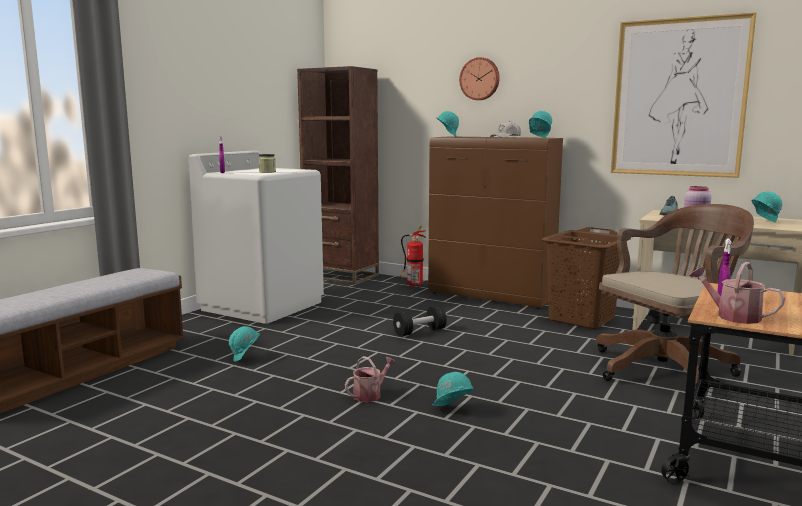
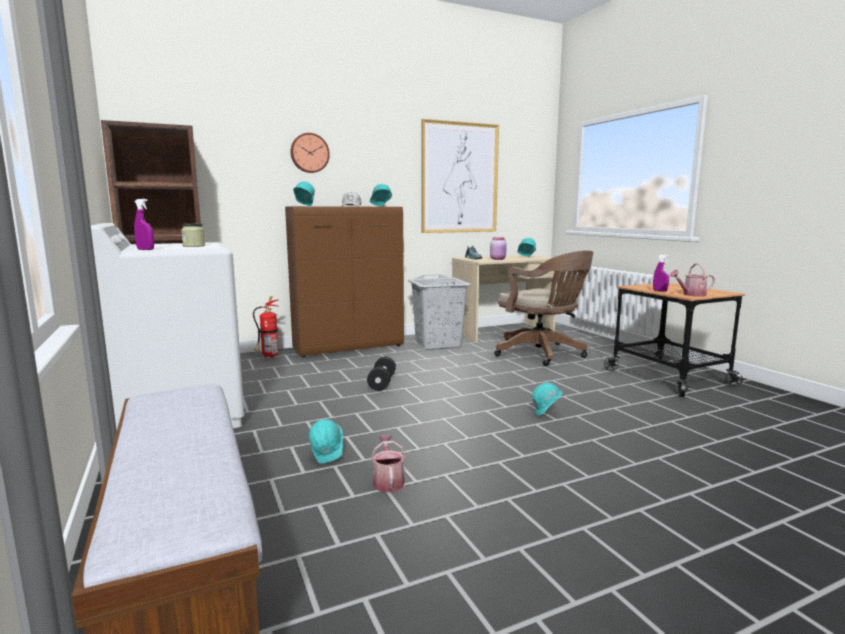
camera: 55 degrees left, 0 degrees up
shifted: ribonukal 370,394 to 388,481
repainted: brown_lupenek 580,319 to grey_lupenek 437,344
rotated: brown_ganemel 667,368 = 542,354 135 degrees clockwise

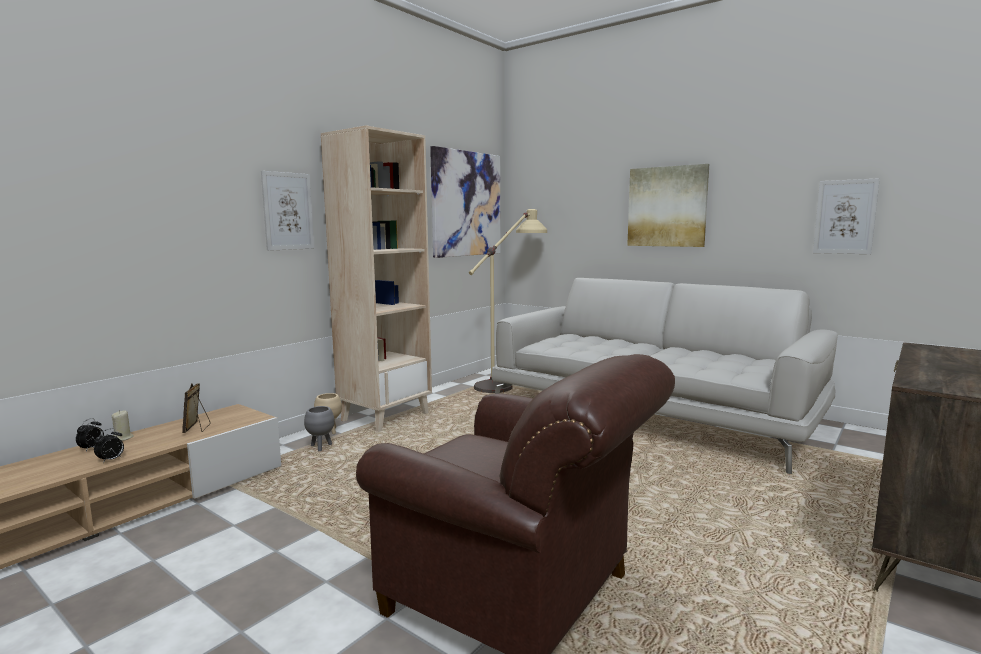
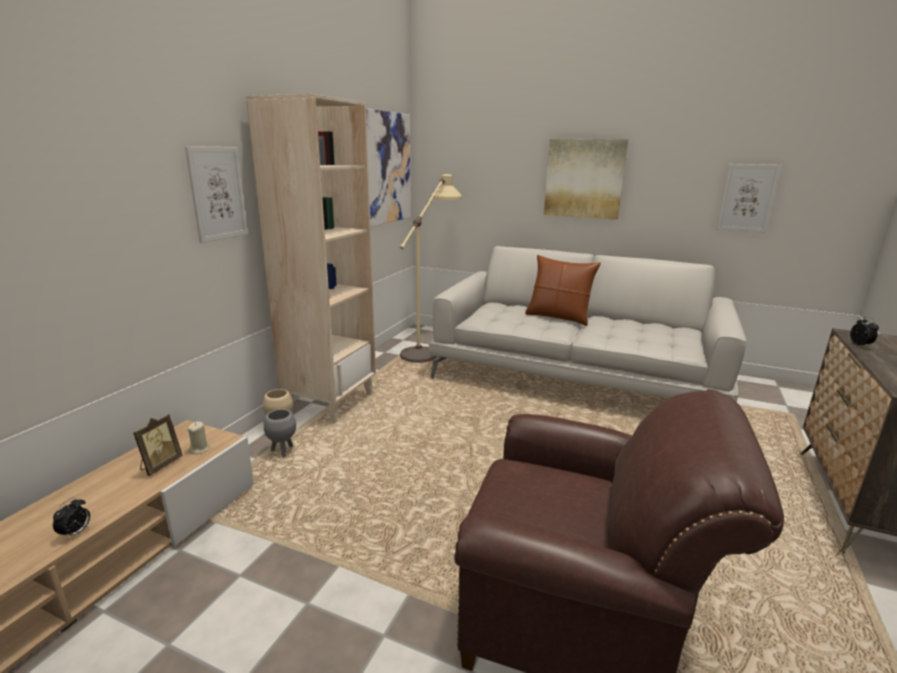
camera: 15 degrees left, 10 degrees up
new: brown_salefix 558,317
shifted: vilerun 92,448 to 860,345; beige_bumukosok 123,438 to 200,449
rotated: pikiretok 197,428 = 160,465 135 degrees counterclockwise

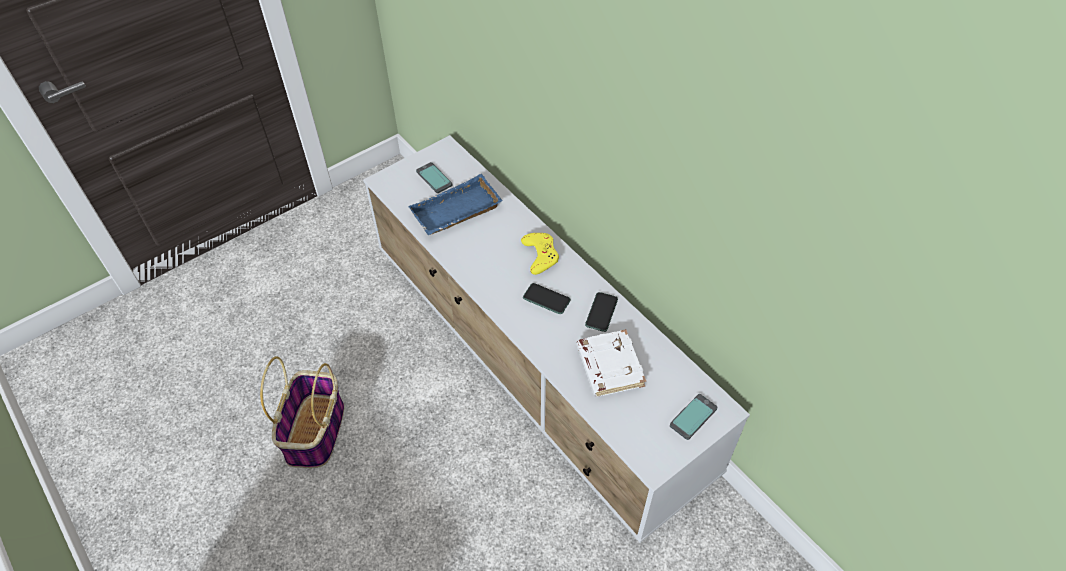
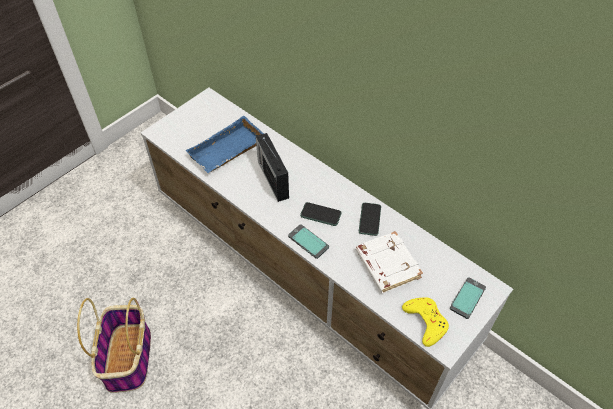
camera: 10 degrees left, 0 degrees up
new: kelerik 273,178
shifted: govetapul 434,178 to 308,242; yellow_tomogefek 540,255 to 425,321

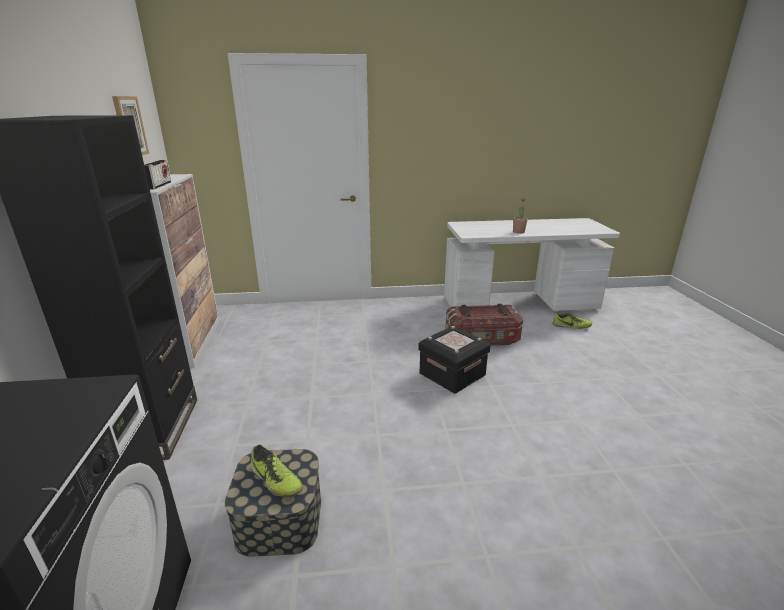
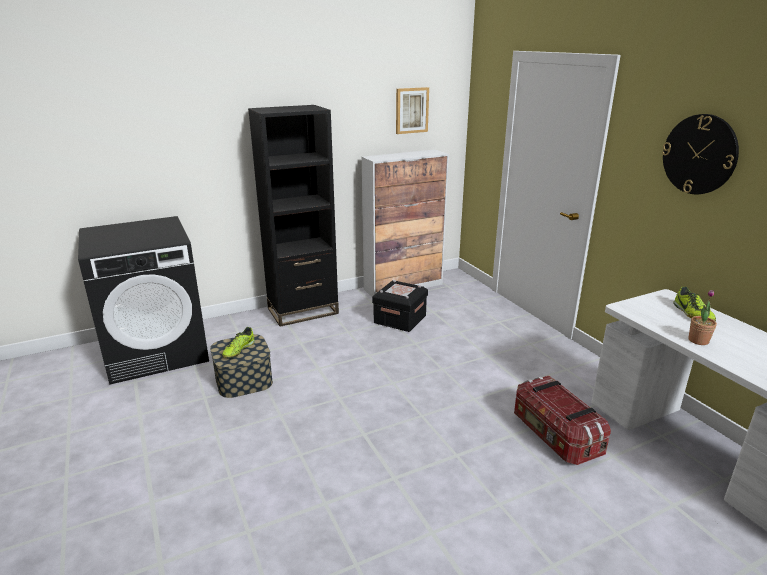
camera: 70 degrees right, 0 degrees up
gone: kelerik 159,185
new: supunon 699,154
shifted: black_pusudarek 452,374 to 400,319; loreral 571,326 to 692,314

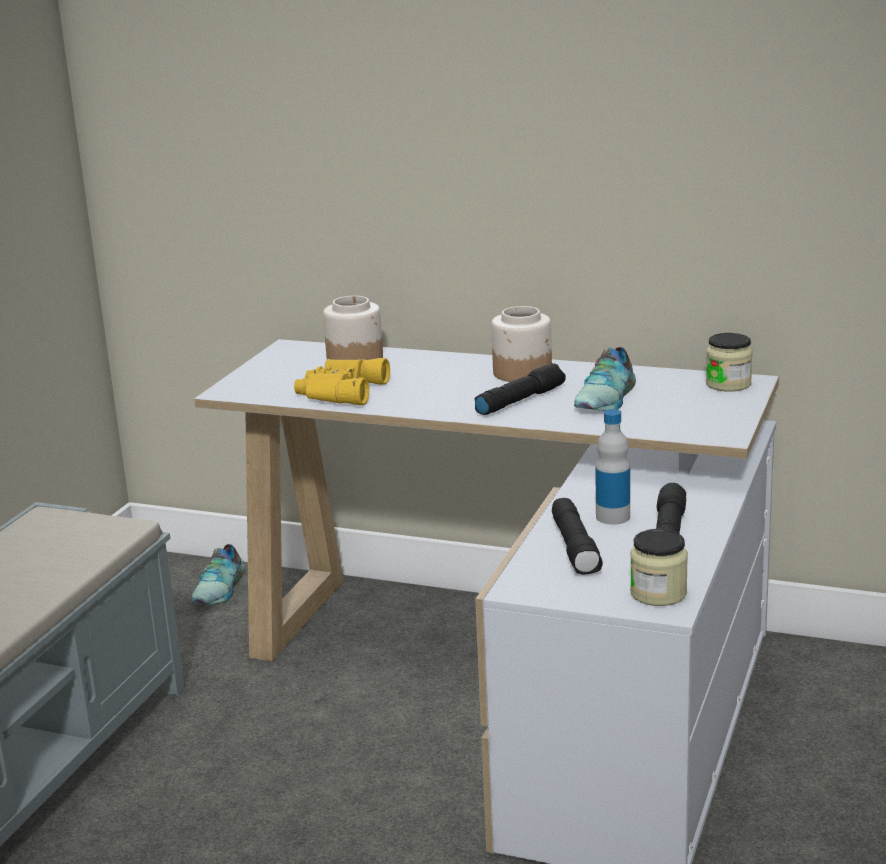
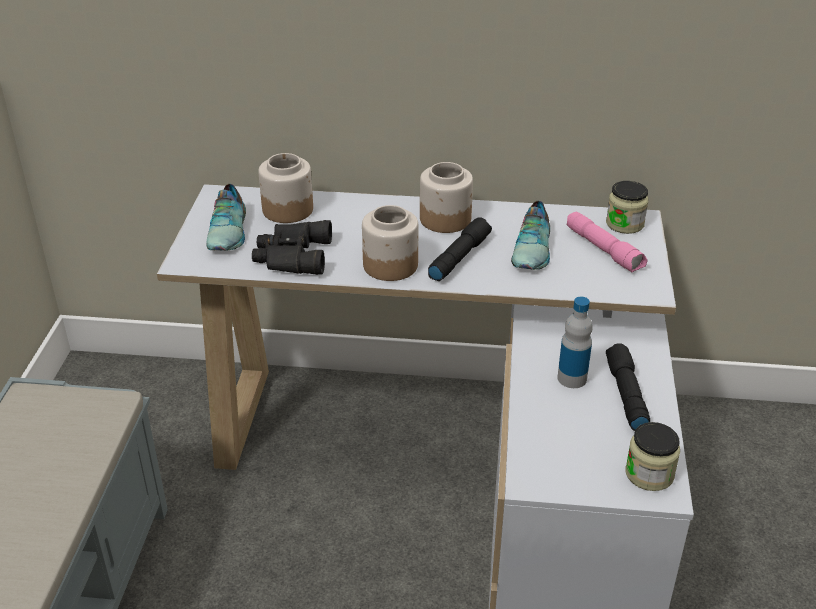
camera: 15 degrees left, 15 degrees up
gone: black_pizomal 576,548
new: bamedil 390,266; pink_pizomal 604,250
shifted: loreral 221,589 to 229,231
repainted: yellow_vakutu 339,392 to black_vakutu 291,256

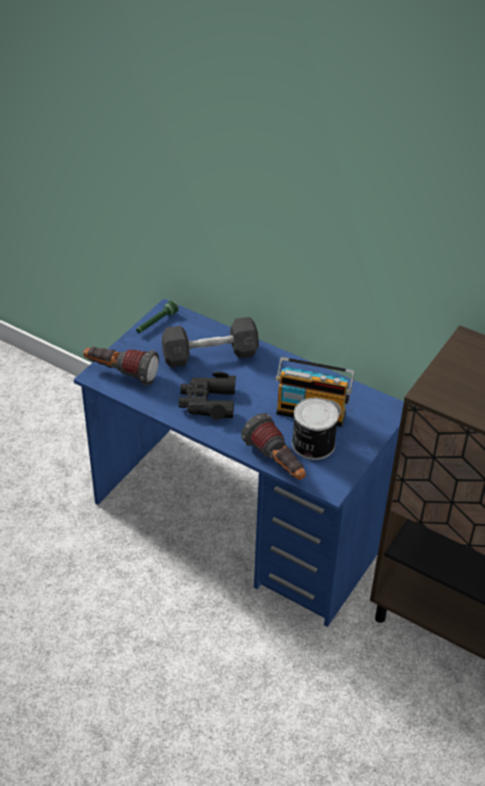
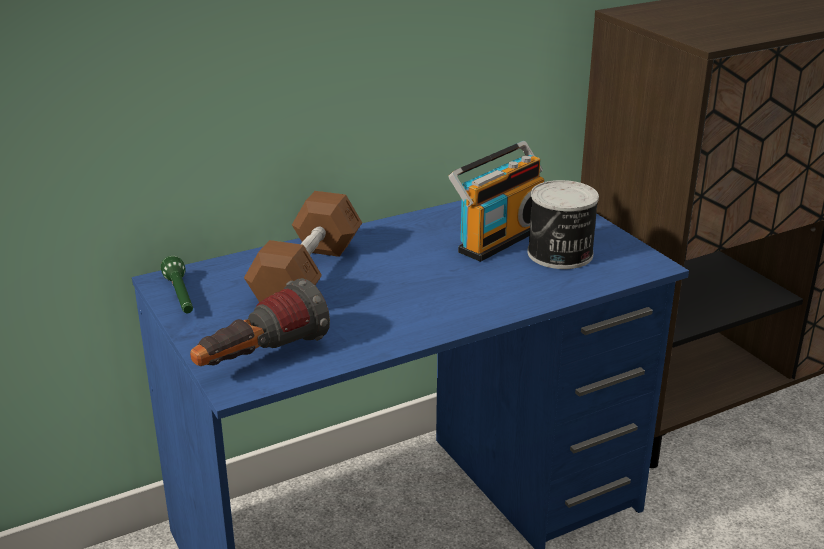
camera: 60 degrees left, 15 degrees down
gone: black_vakutu 207,403; pizomal 276,463
repainted: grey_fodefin 210,355 to brown_fodefin 307,275

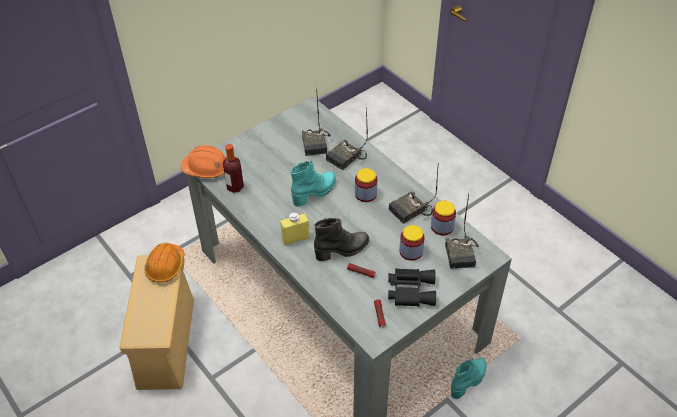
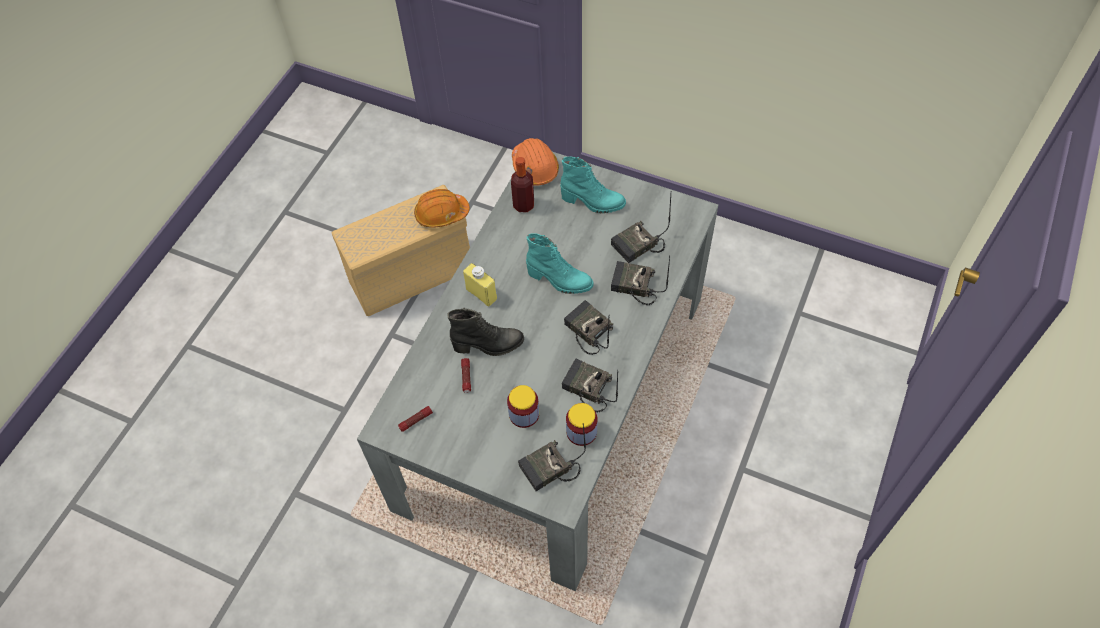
camera: 65 degrees right, 10 degrees up
gone: black_vakutu 410,290
shifted: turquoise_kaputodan 468,381 to 592,202
swapped: bamedil 365,194 to kelerik 587,330
rotated: black_kaputodan 342,250 = 488,345 45 degrees counterclockwise

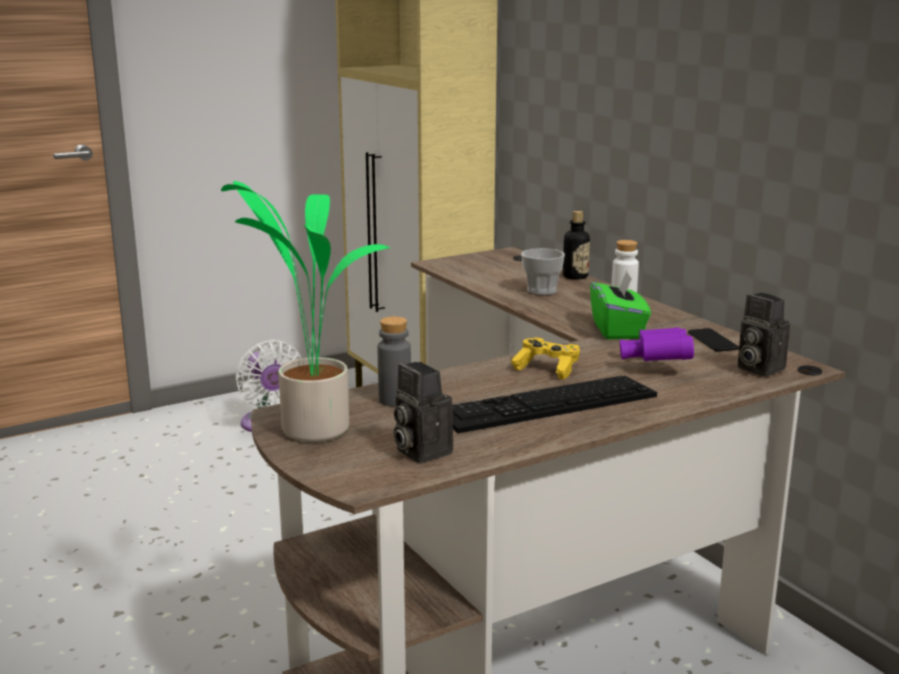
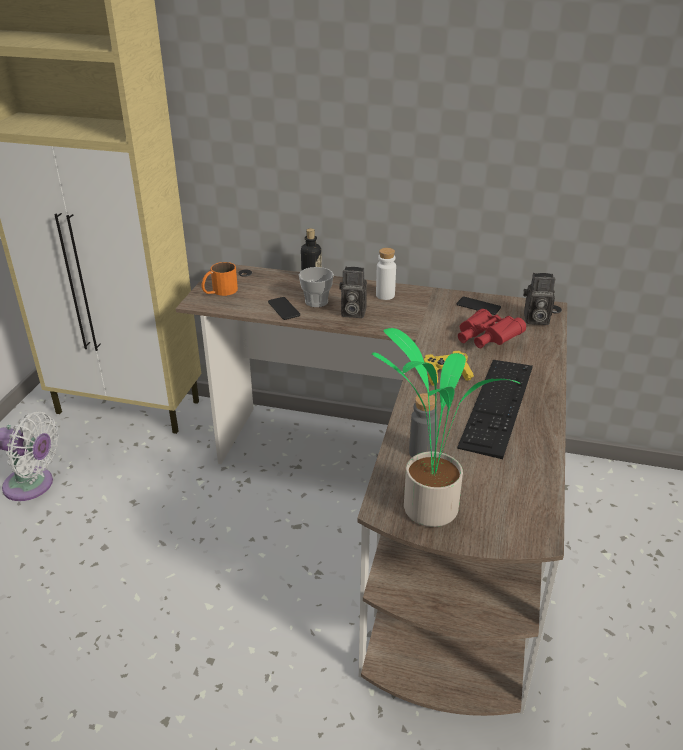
camera: 45 degrees left, 15 degrees up
gone: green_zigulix 618,330
new: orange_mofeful 219,291; govetapul 284,309
shifted: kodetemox 419,451 to 352,313
repainted: purple_vakutu 655,363 to red_vakutu 485,340

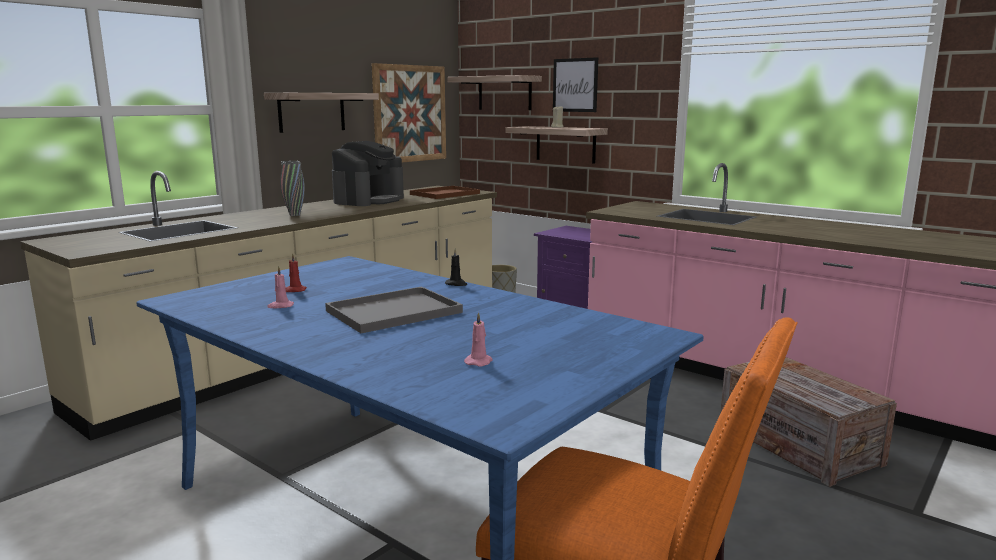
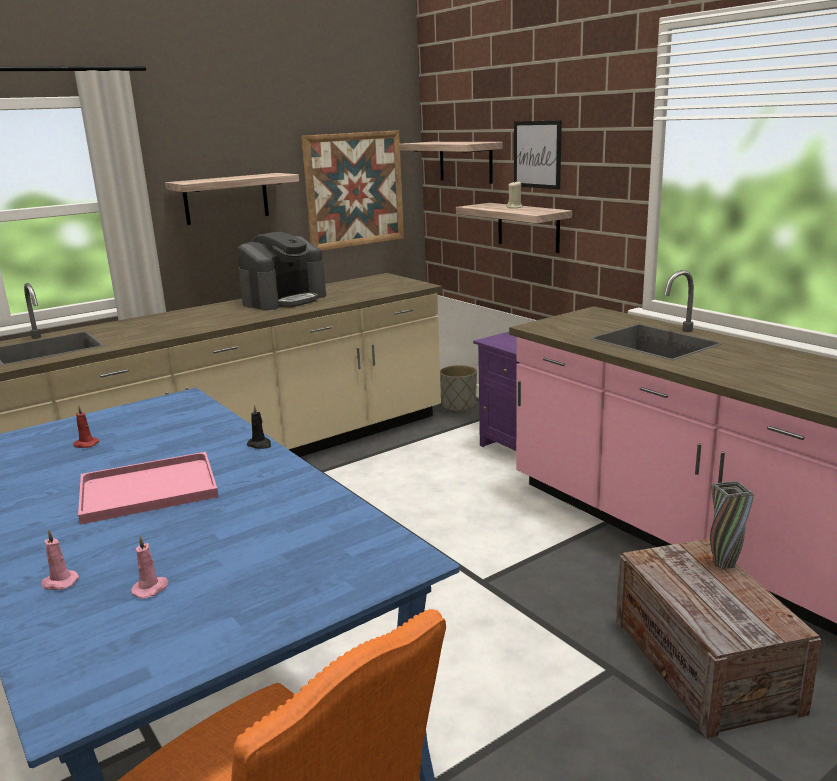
camera: 15 degrees right, 5 degrees up
gone: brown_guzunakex 444,194
shifted: pink_bumukosok 280,306 to 59,583; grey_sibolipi 294,215 to 724,564
repainted: grey_guzunakex 395,311 to pink_guzunakex 151,488

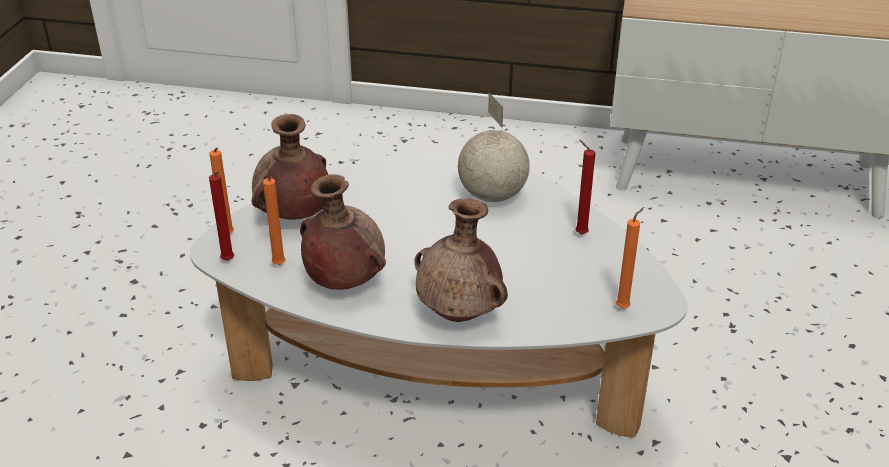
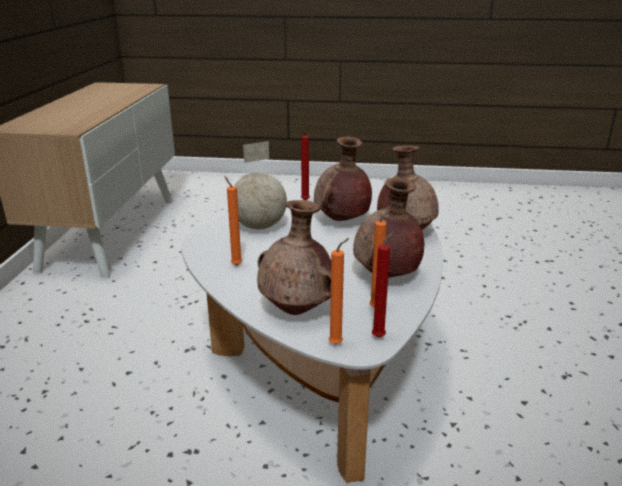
camera: 95 degrees left, 10 degrees down
new: brown_sibolipi 341,220
shifted: orange_bumukosok 624,307 to 235,264

